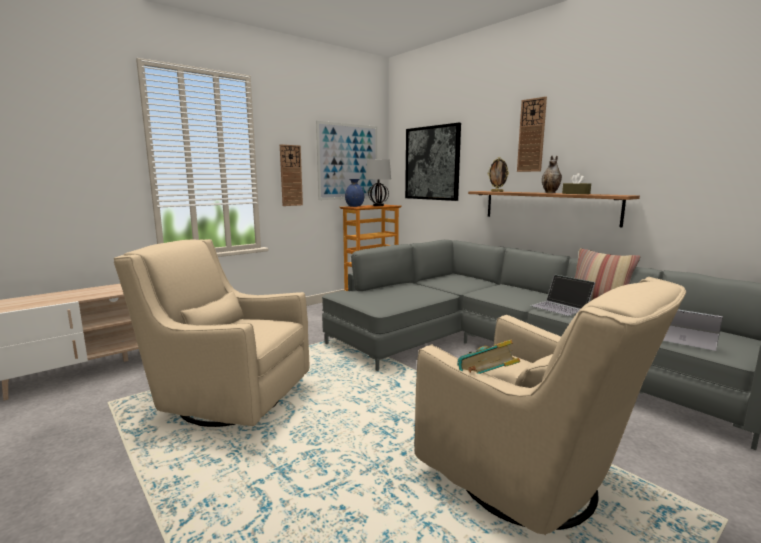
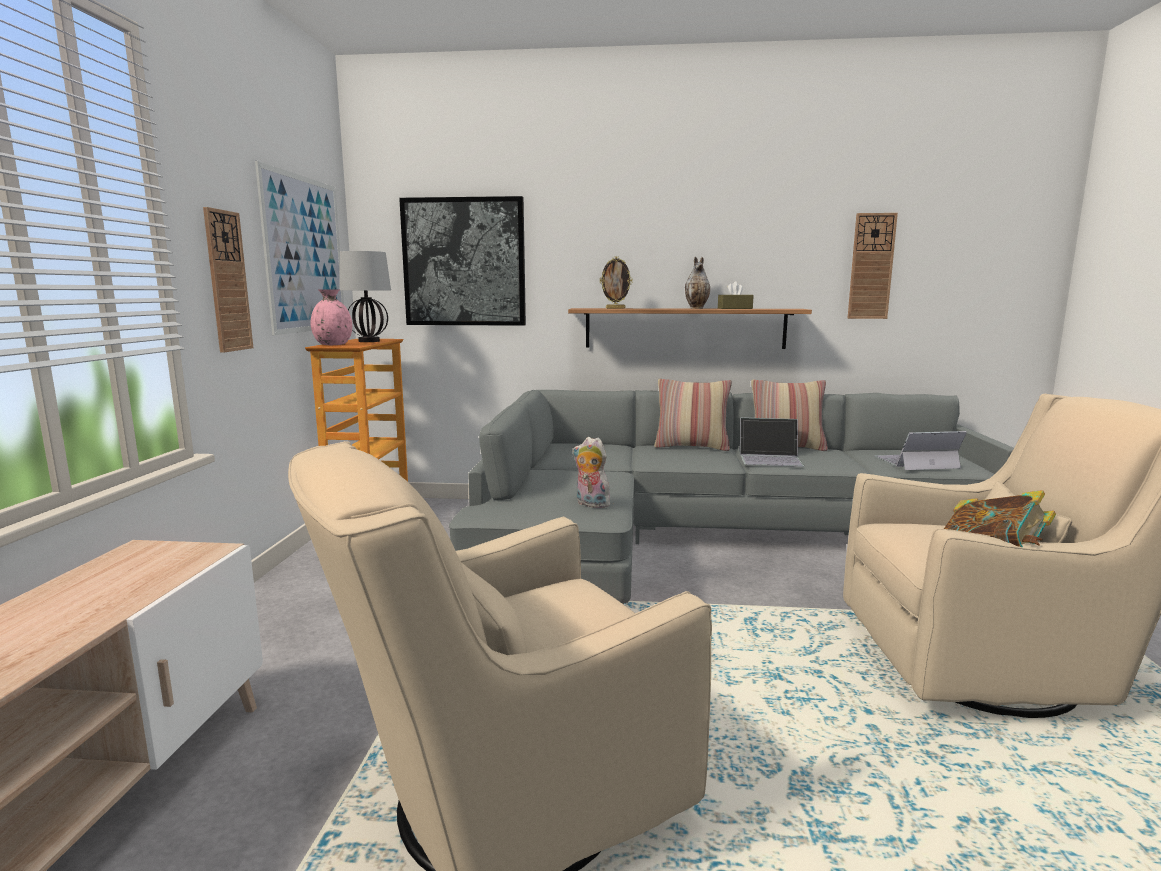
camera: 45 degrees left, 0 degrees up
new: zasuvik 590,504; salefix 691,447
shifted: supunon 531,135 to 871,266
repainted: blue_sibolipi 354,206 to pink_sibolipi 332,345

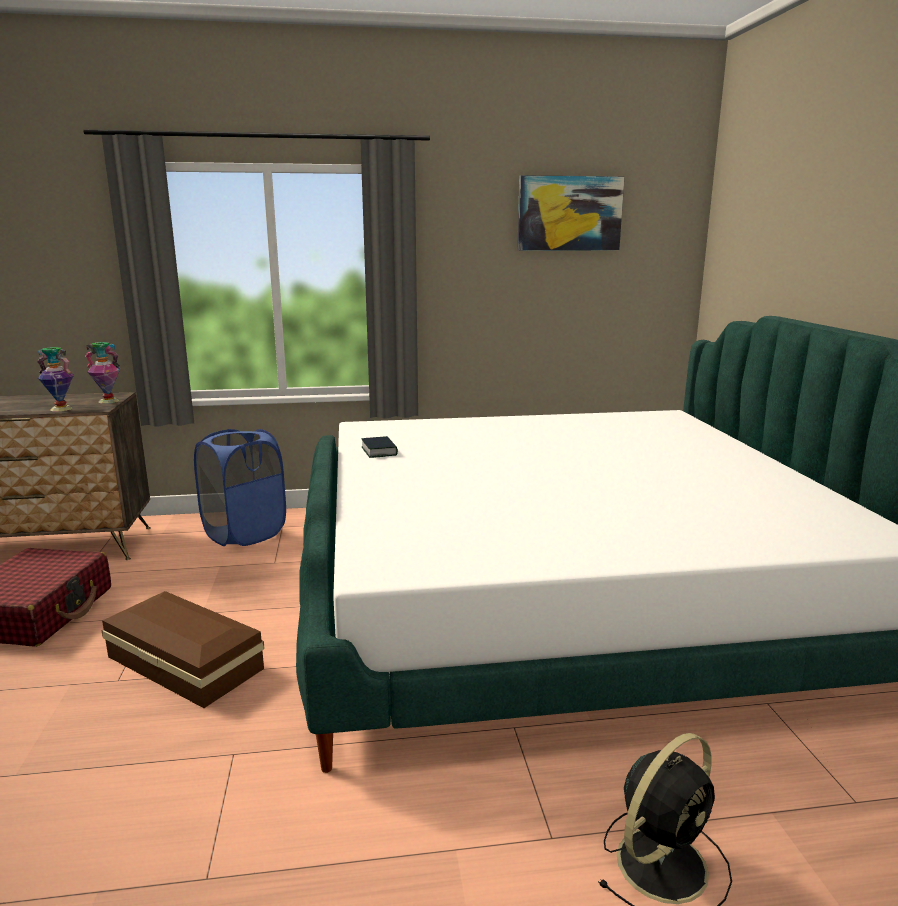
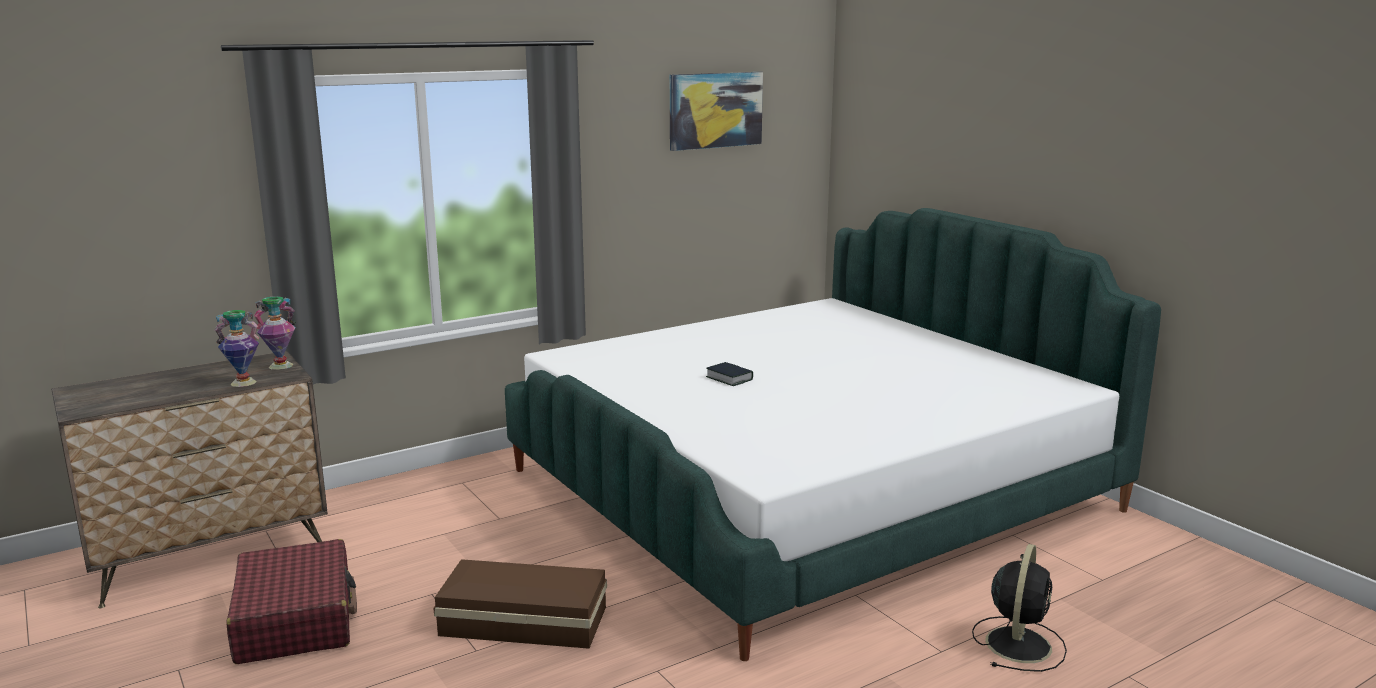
camera: 25 degrees left, 0 degrees up
gone: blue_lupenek 245,533
shifted: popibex 379,451 to 729,378

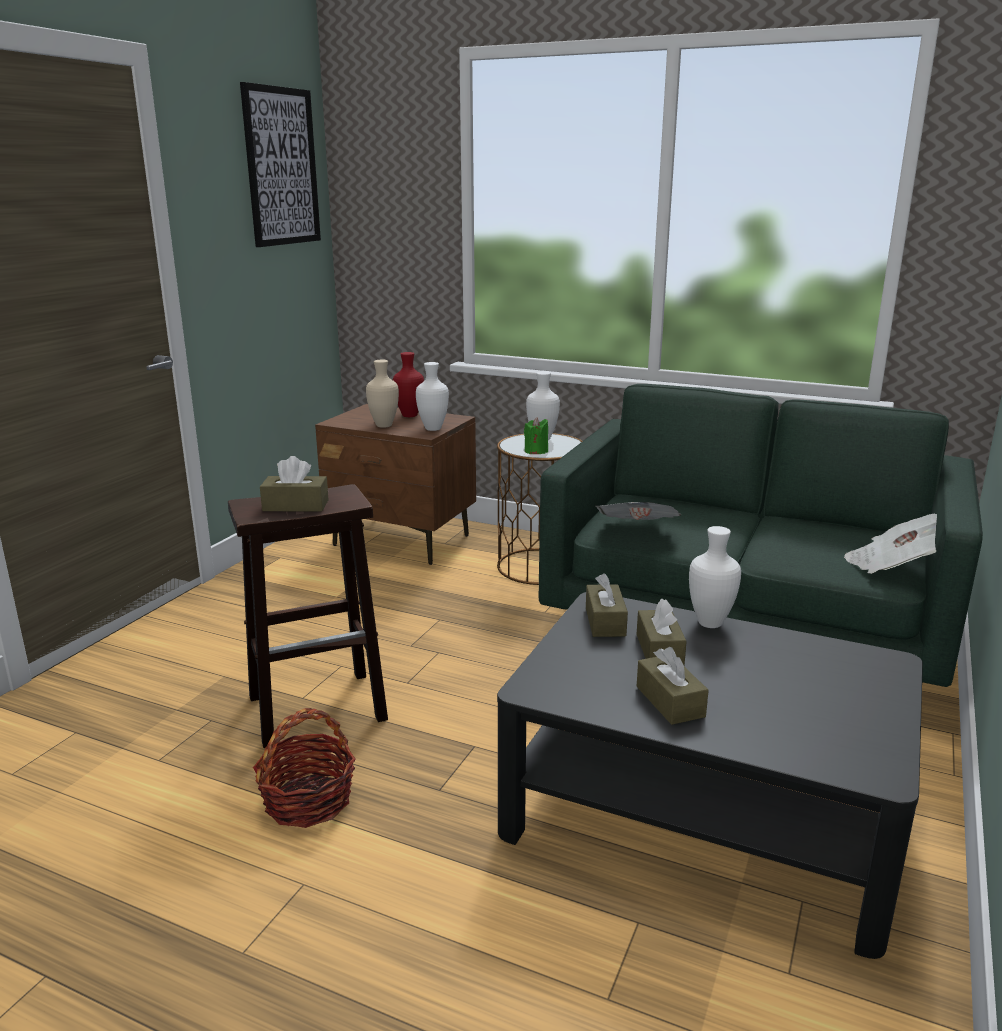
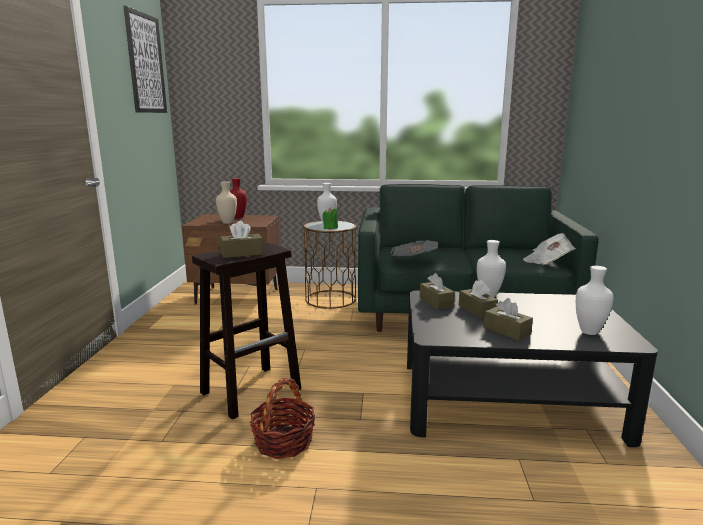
camera: 20 degrees left, 5 degrees down
shifted: white_sibolipi 434,429 to 589,331

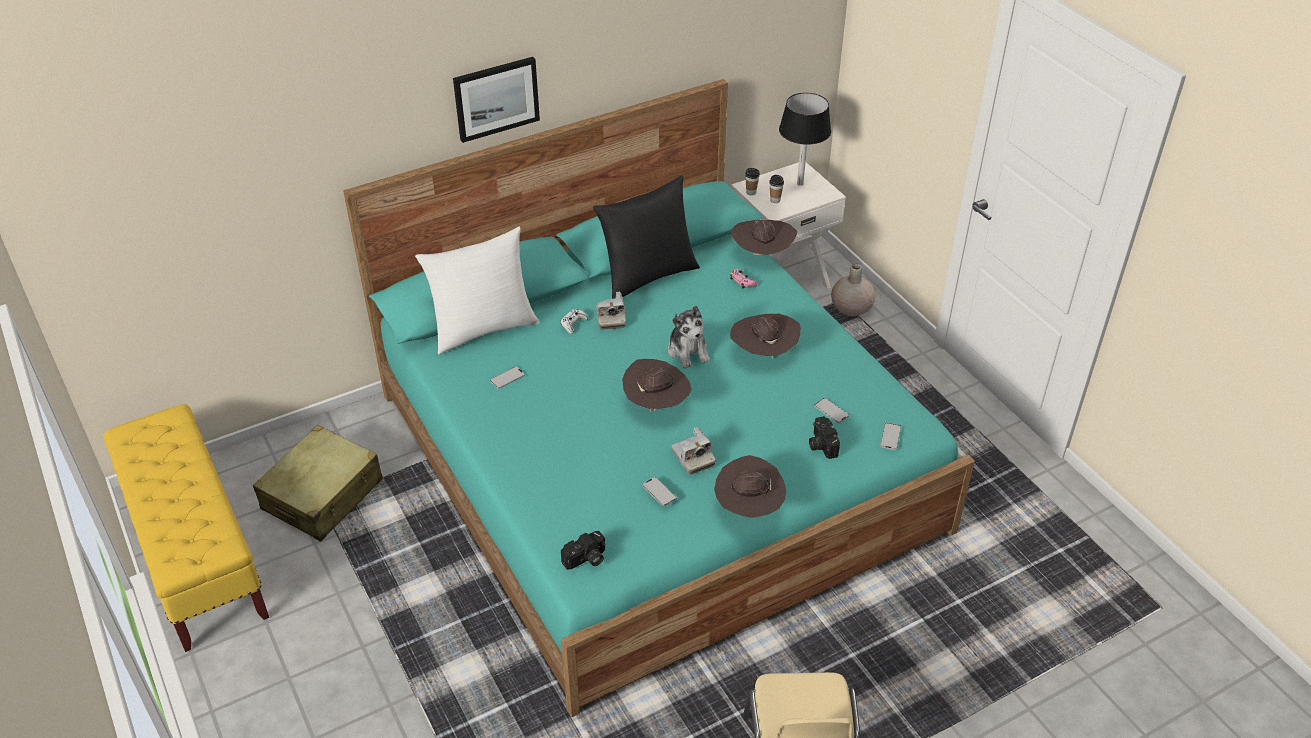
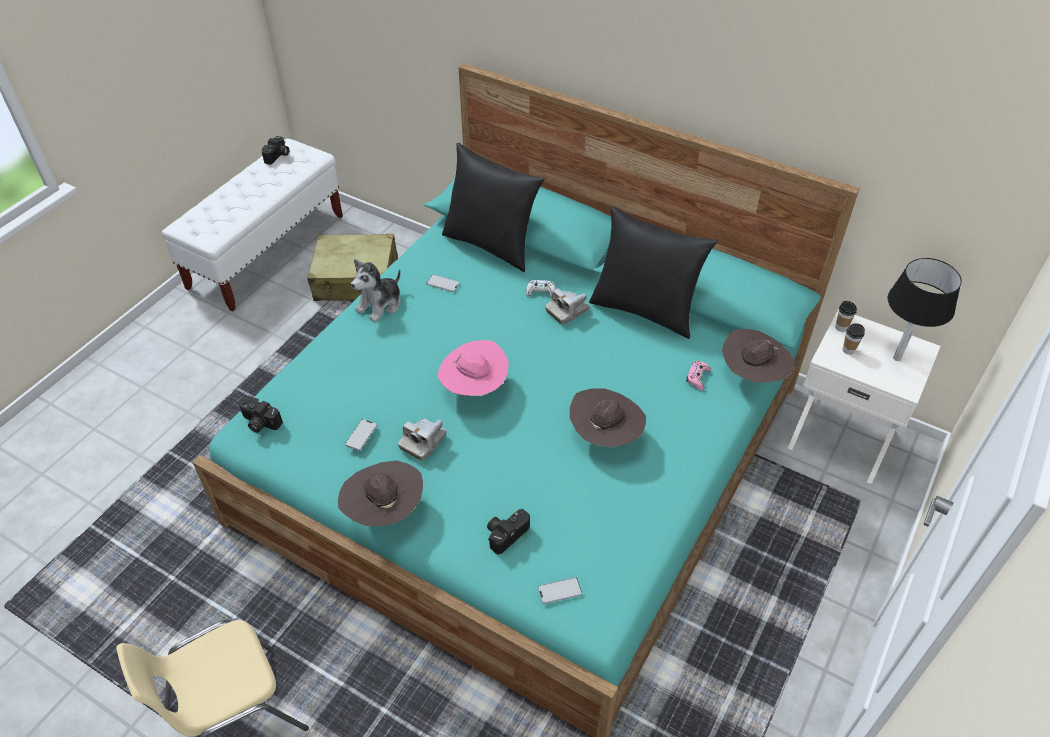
camera: 60 degrees right, 5 degrees up
gone: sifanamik 496,98; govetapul 831,411; beige_sibolipi 851,308
new: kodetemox 278,156
shifted: zasuvik 688,351 to 380,305
repainted: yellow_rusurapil 197,555 to white_rusurapil 267,251; white_salefix 483,328 to black_salefix 491,244; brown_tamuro 656,405 to pink_tamuro 474,388

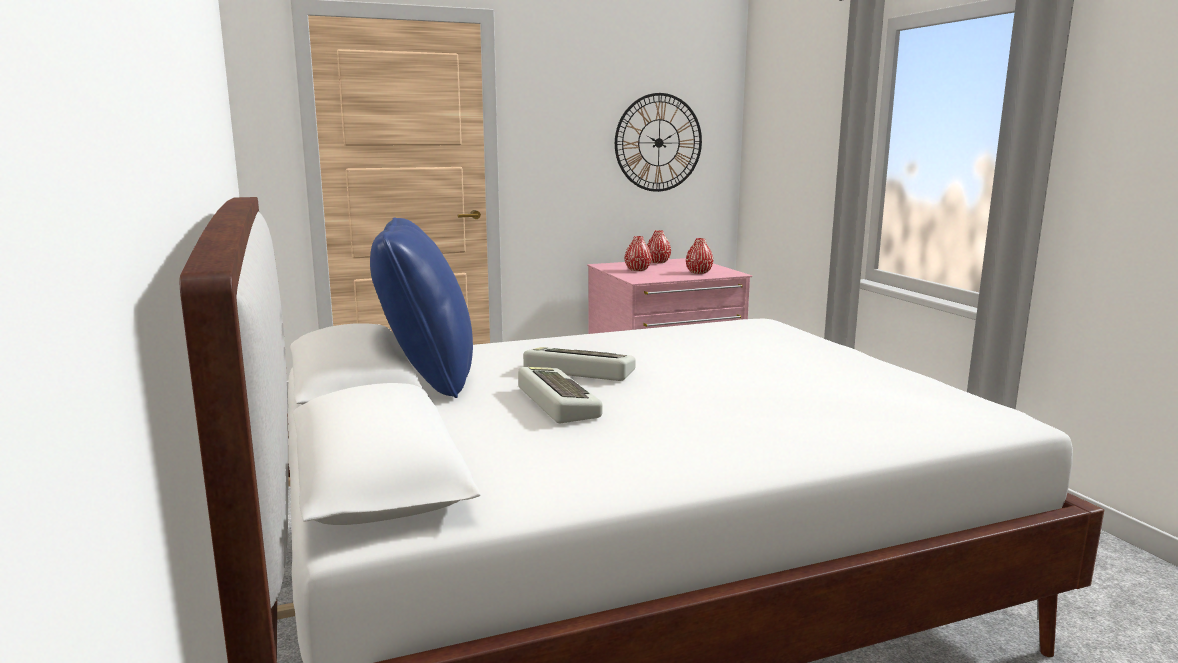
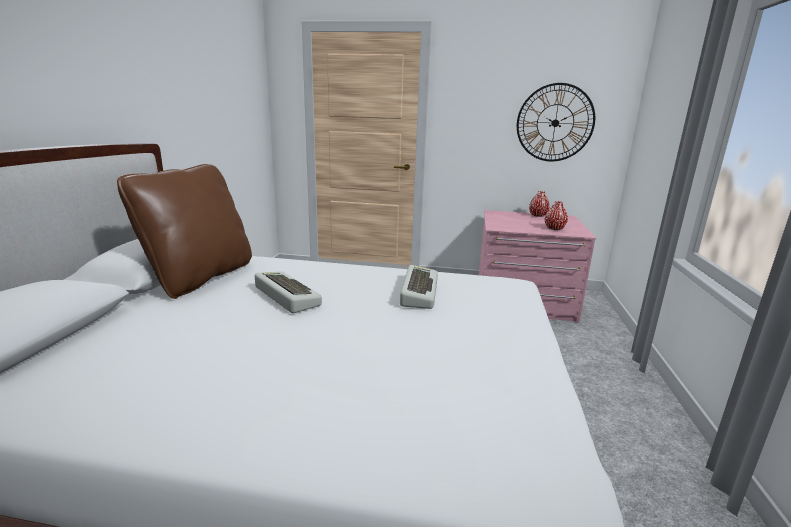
camera: 30 degrees right, 5 degrees up
gone: red_sibolipi 637,270
shifted: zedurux 554,402 to 417,292
repainted: blue_salefix 427,377 to brown_salefix 200,277

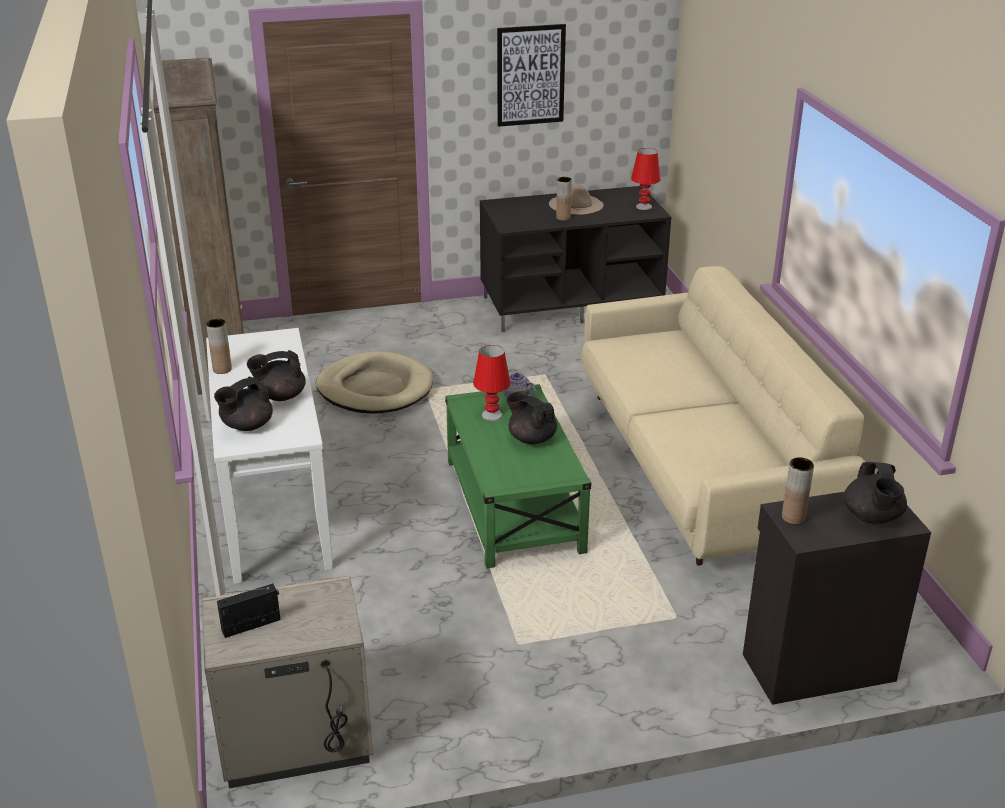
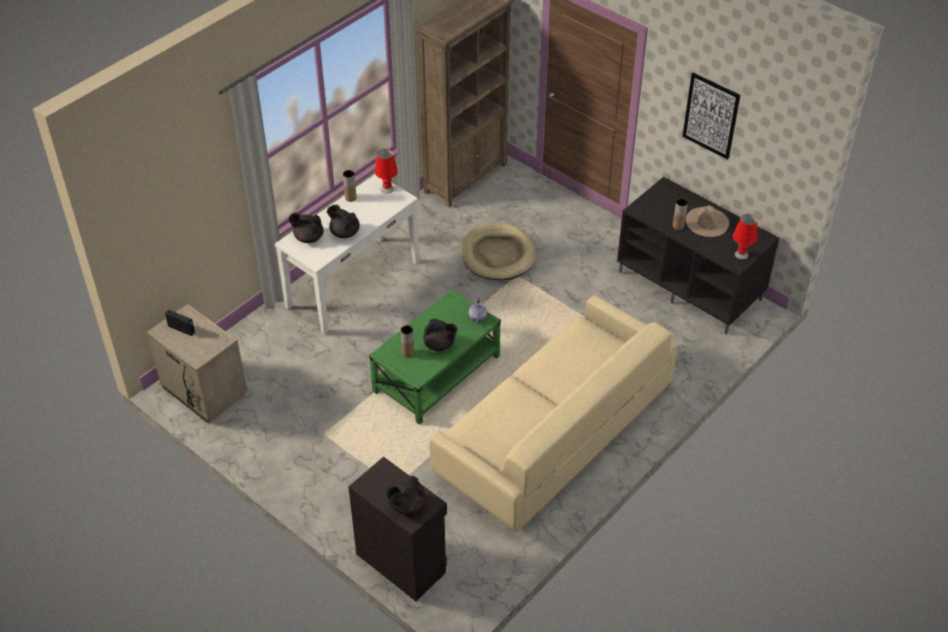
camera: 55 degrees right, 15 degrees up
shifted: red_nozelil 492,415 to 387,189; brown_sibolipi 793,517 to 408,353
rotated: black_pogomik 531,438 = 440,345 105 degrees clockwise

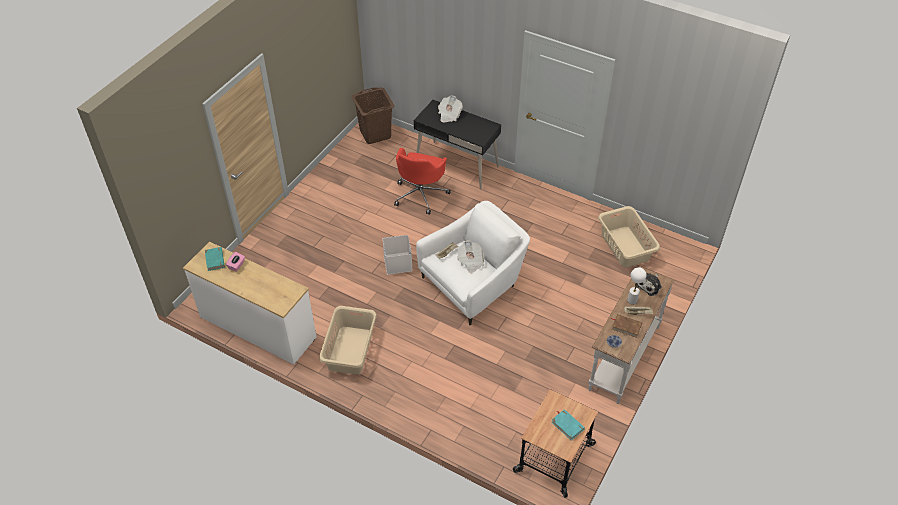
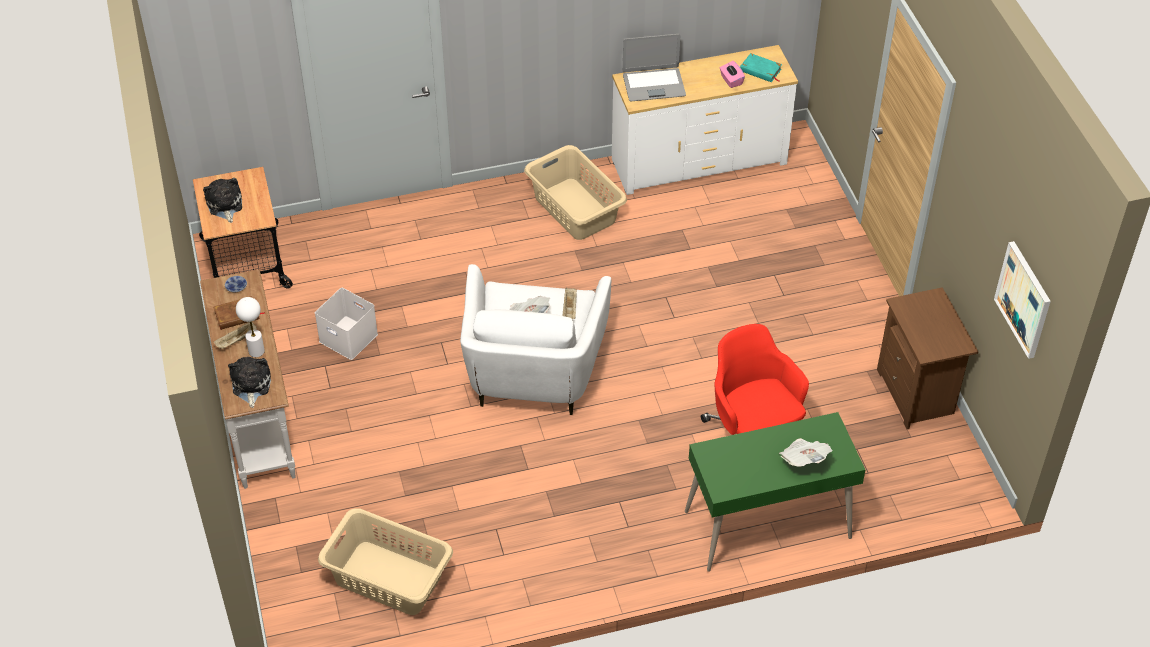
camera: 135 degrees right, 0 degrees up
gone: brown_lupenek 375,134
new: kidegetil 653,85; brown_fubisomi 917,394; sifanamik 1024,299
shifted: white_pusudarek 397,262 to 350,337
swapped: turquoise_popibex 567,425 to zasuvik 224,205
repainted: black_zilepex 457,165 to green_zilepex 767,525

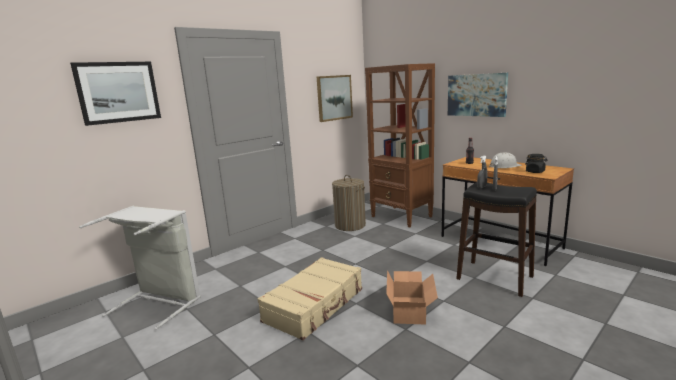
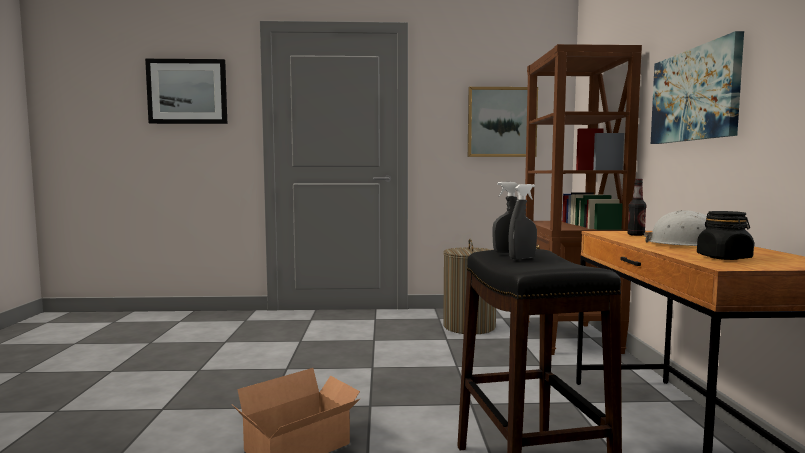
camera: 40 degrees right, 10 degrees down
gone: grey_lupenek 160,302; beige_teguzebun 315,305

